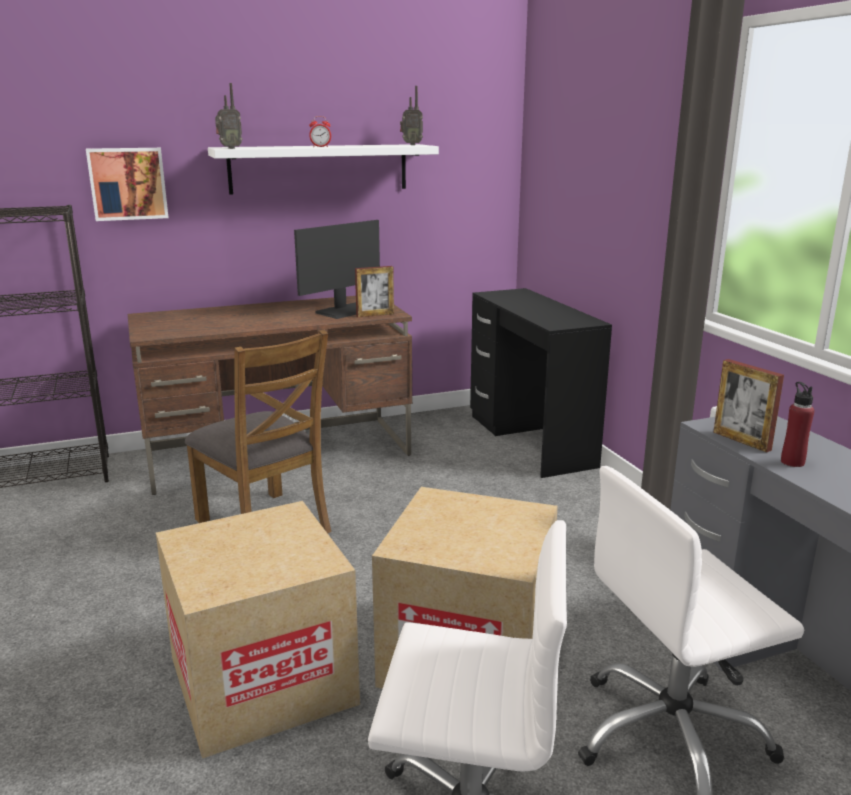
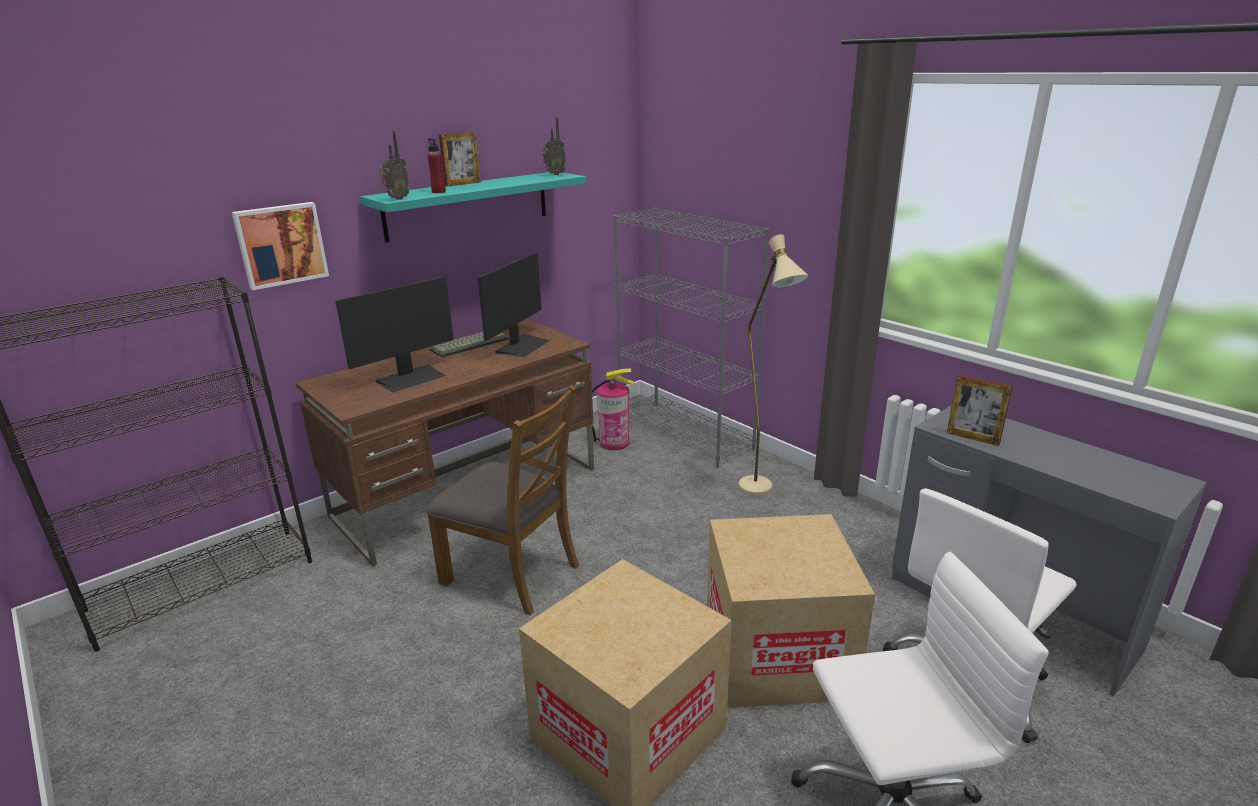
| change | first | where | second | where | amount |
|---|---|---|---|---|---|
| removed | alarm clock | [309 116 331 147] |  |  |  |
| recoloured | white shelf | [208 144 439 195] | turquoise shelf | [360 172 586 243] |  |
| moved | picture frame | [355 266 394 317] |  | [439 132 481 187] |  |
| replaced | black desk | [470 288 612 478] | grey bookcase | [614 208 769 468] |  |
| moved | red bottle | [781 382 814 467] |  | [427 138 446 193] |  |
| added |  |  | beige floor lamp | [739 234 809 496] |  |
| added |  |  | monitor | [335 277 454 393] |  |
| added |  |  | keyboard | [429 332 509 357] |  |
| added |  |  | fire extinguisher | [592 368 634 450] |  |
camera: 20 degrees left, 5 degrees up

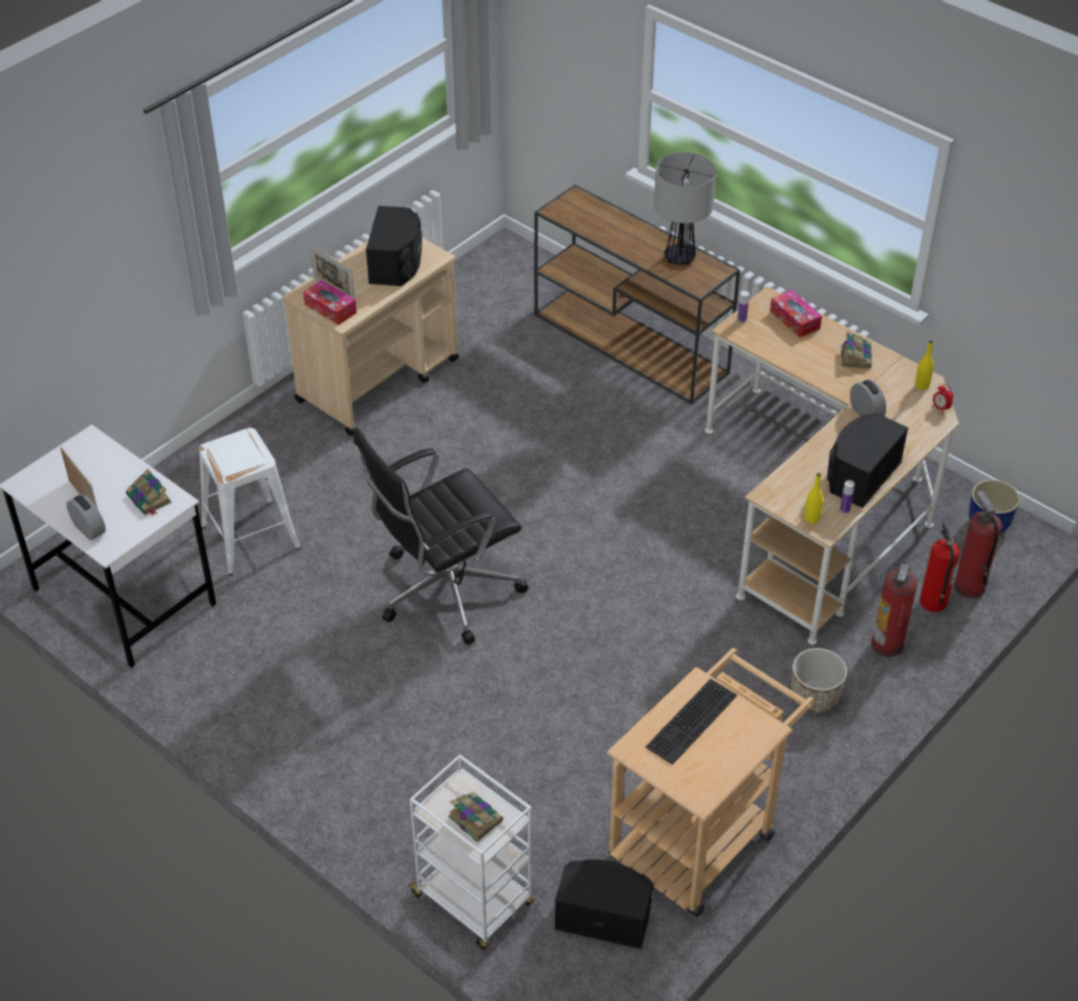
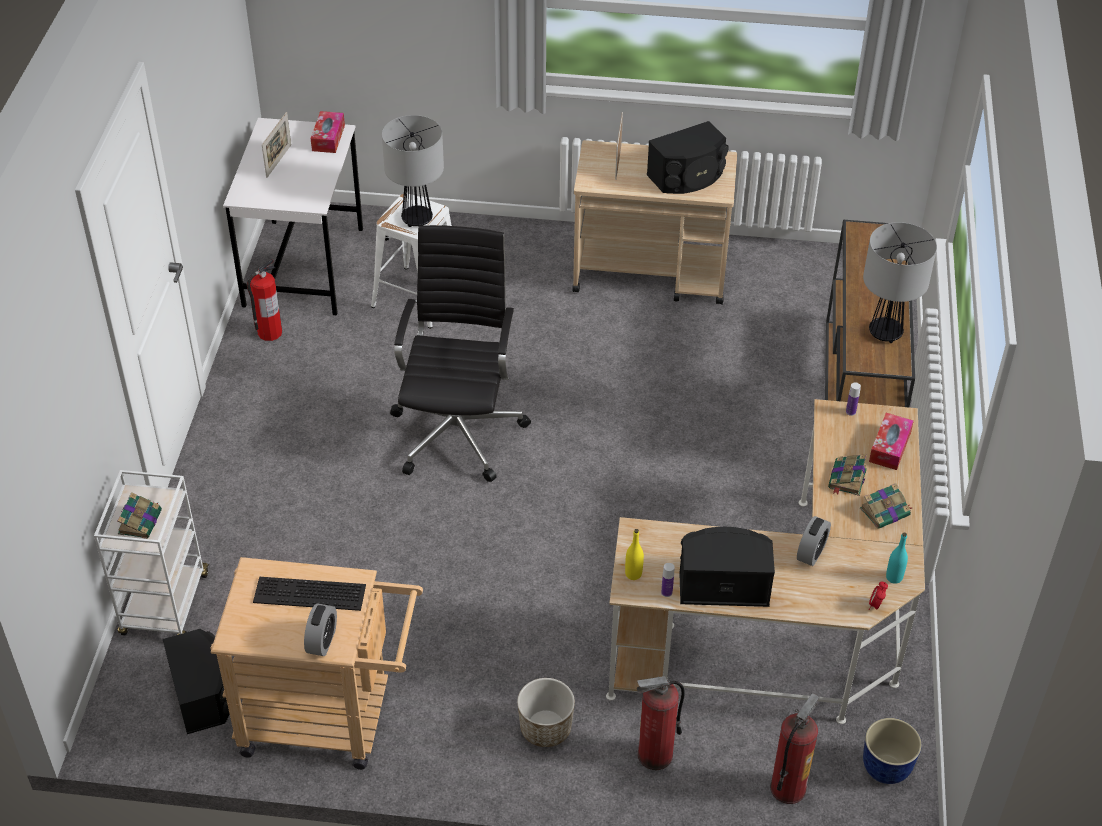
| change | first | where | second | where | amount |
|---|---|---|---|---|---|
| moved | tissue box | [303 280 357 325] |  | [311 111 345 153] |  |
| recoloured | yellow bottle | [915 340 934 390] | turquoise bottle | [886 532 908 584] |  |
| turned | black office chair | [353 428 528 645] |  | [390 225 531 482] | 75 degrees clockwise |
| moved | book | [126 469 172 515] |  | [828 454 867 496] |  |
| moved | alarm clock | [66 494 106 540] |  | [304 603 337 656] |  |
| moved | fire extinguisher | [920 523 960 612] |  | [247 259 282 341] |  |
| added |  |  | table lamp | [382 115 444 227] |  |
camera: 55 degrees right, 0 degrees up

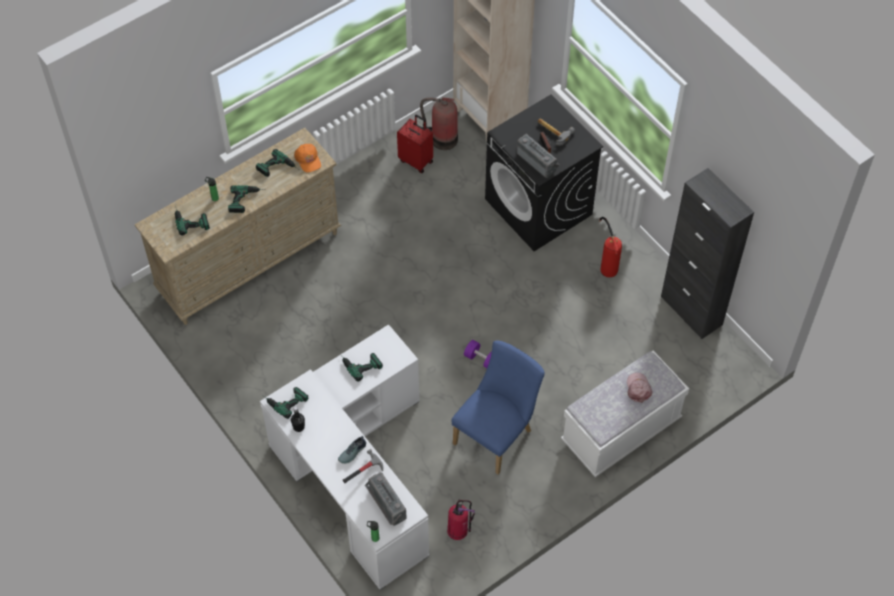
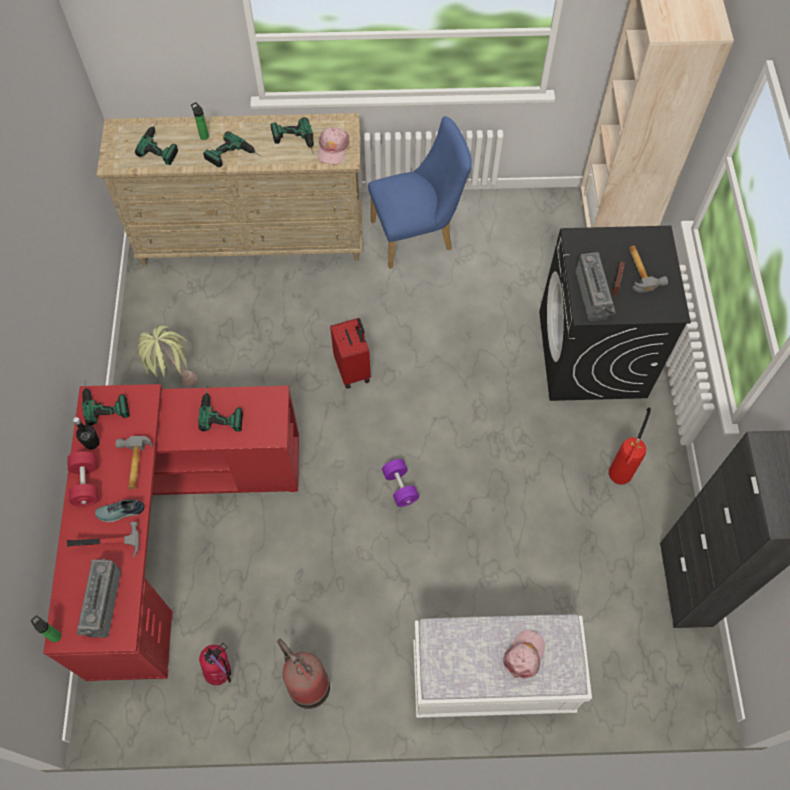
| change | first | where | second | where | amount |
|---|---|---|---|---|---|
| moved | fire extinguisher | [420 97 458 150] |  | [277 639 330 709] |  |
| moved | red suitcase | [397 114 433 173] |  | [330 318 371 389] |  |
| recoloured | orange cap | [294 144 321 173] | pink cap | [318 127 349 165] |  |
| recoloured | white desk | [260 324 429 590] | red desk | [43 384 299 681] |  |
| moved | blue chair | [451 341 545 474] |  | [368 116 472 269] |  |
| added |  |  | potted plant | [137 326 198 386] |  |
| added |  |  | hammer | [116 436 153 489] |  |
| added |  |  | red dumbbell | [67 451 98 506] |  |
camera: 35 degrees right, 5 degrees up

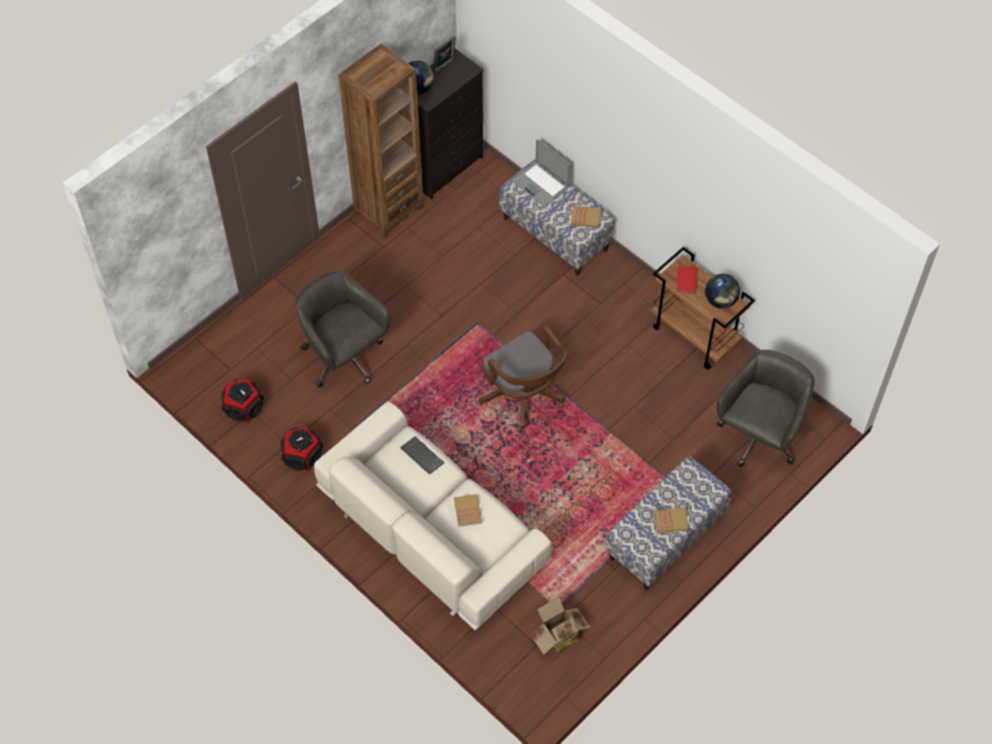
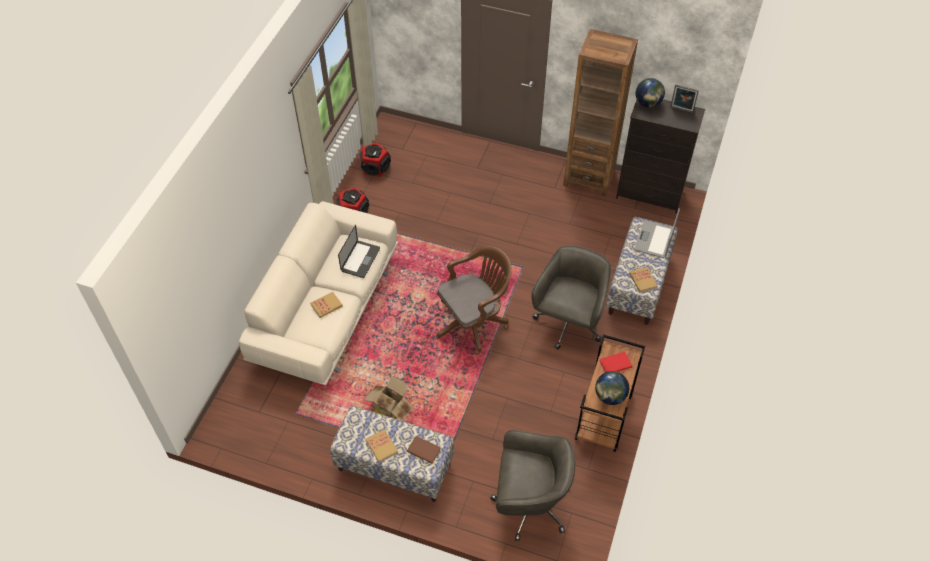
| change | first | where | second | where | amount |
|---|---|---|---|---|---|
| moved | grey office chair | [295 271 390 387] |  | [531 245 611 350] |  |
| turned | brown office chair | [478 325 567 431] |  | [436 246 512 355] | 150 degrees counterclockwise |
| replaced | keyboard | [400 436 444 475] | laptop | [338 225 380 278] |  |
| moved | cardboard box | [531 597 591 655] |  | [364 375 414 421] |  |
| added |  |  | brown book | [407 436 441 464] |  |
camera: 65 degrees right, 5 degrees down

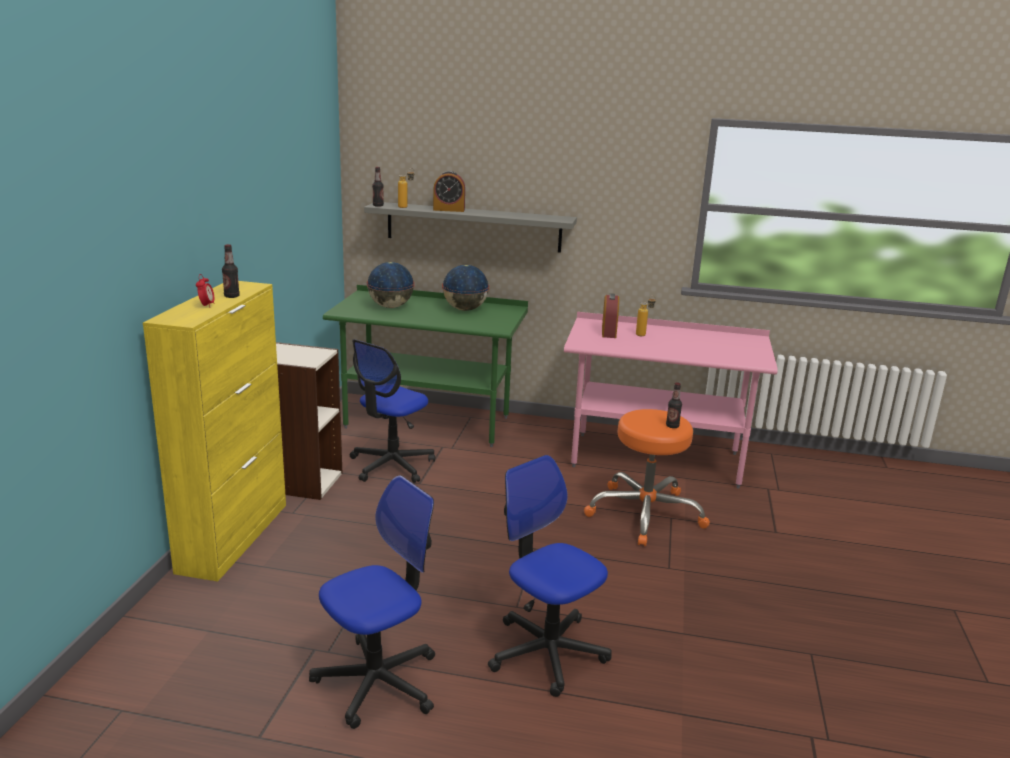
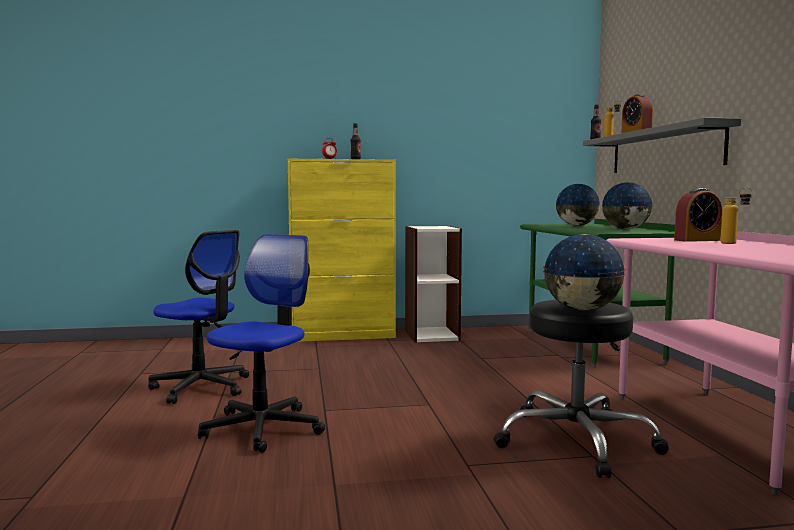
| change | first | where | second | where | amount |
|---|---|---|---|---|---|
| removed | office chair | [350 339 435 483] |  |  |  |
| replaced | bottle | [666 382 682 428] | globe | [543 234 626 311] |  |
| recoloured | orange stool | [584 409 710 546] | black stool | [494 300 669 478] |  |
camera: 70 degrees right, 15 degrees down

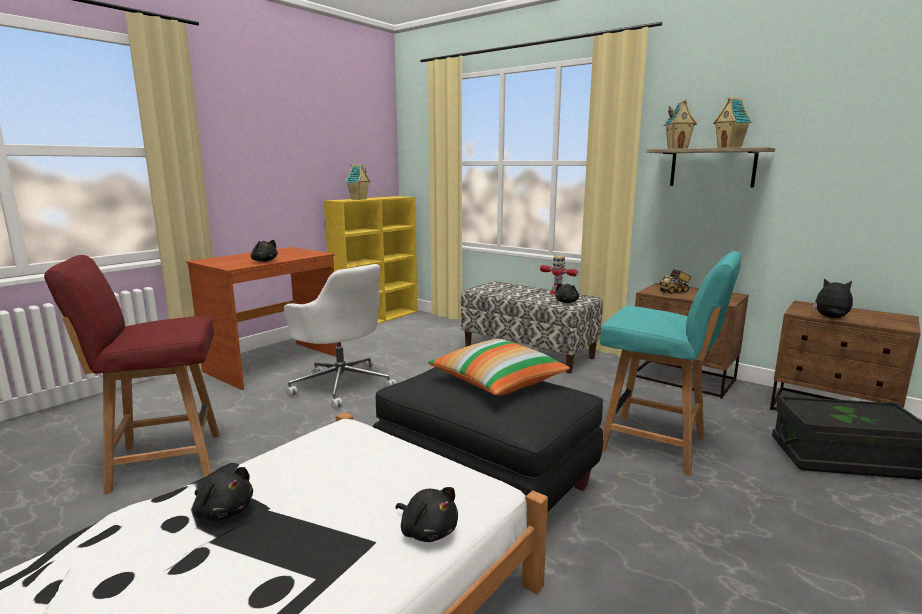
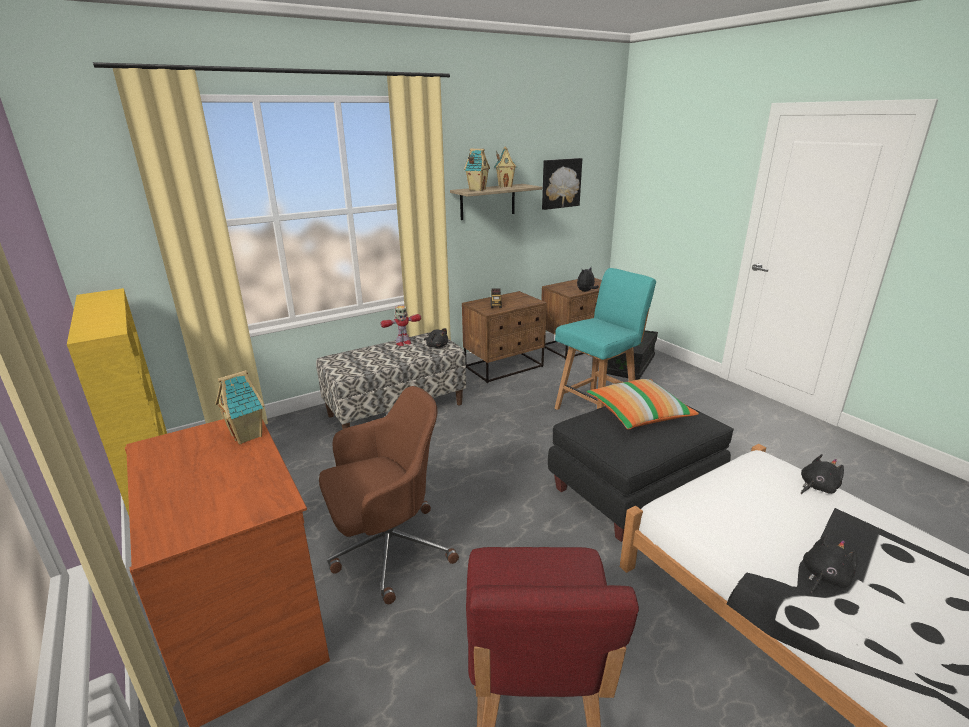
| change | first | where | second | where | amount |
|---|---|---|---|---|---|
| moved | toy house | [345 164 370 200] |  | [215 370 265 444] |  |
| removed | black plush toy | [251 240 278 262] |  |  |  |
| recoloured | white office chair | [284 264 397 409] | brown office chair | [319 386 459 604] |  |
| added |  |  | picture | [542 158 582 210] |  |
camera: 70 degrees left, 10 degrees up

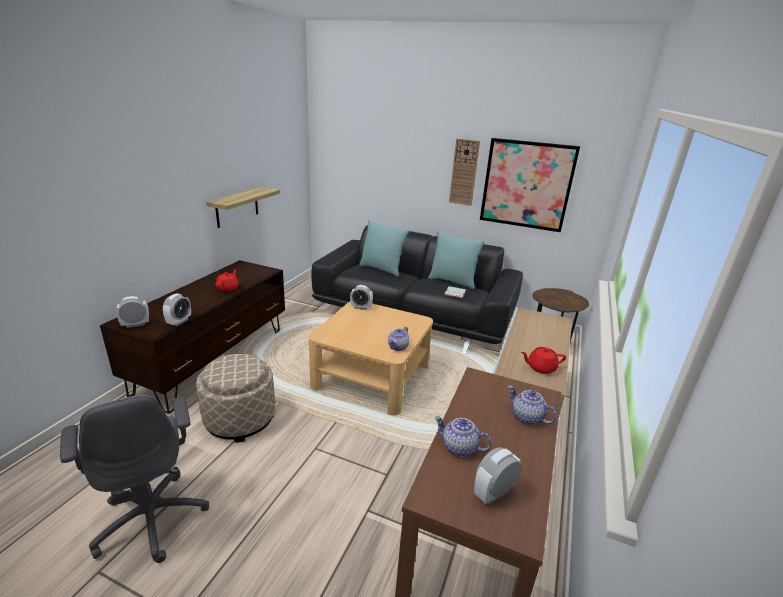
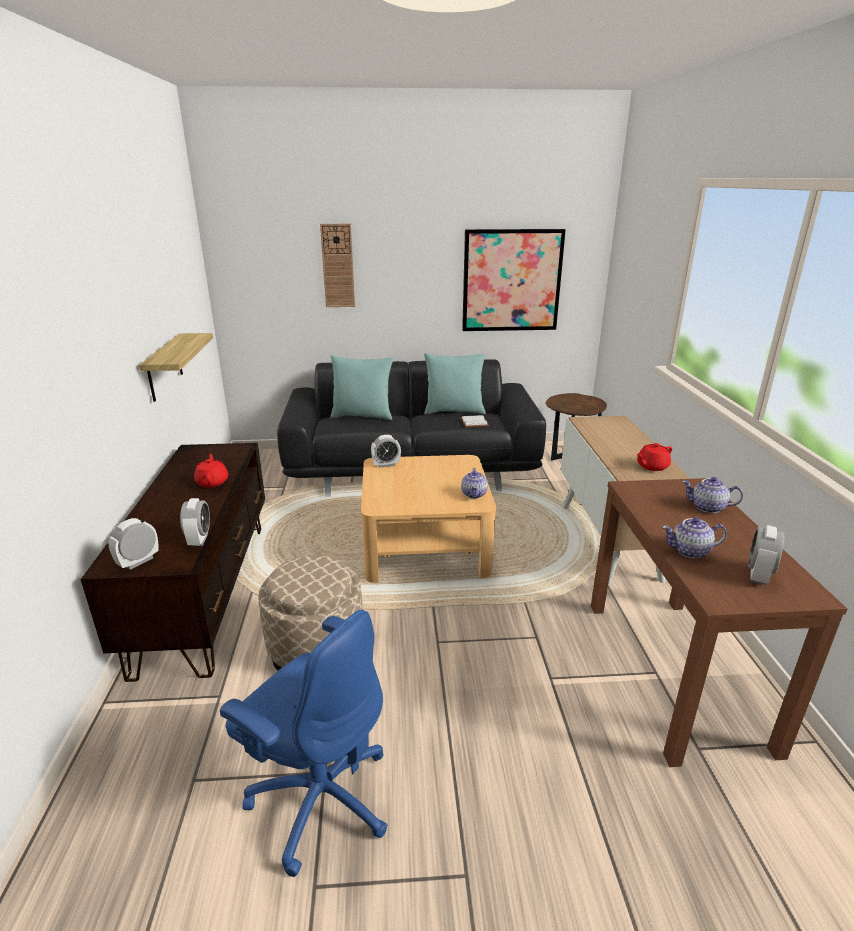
| change | first | where | second | where | amount |
|---|---|---|---|---|---|
| moved | wall clock | [449 139 480 206] |  | [320 224 355 307] |  |
| recoloured | grey office chair | [60 395 209 563] | blue office chair | [220 610 388 877] |  |
camera: 25 degrees left, 0 degrees up

